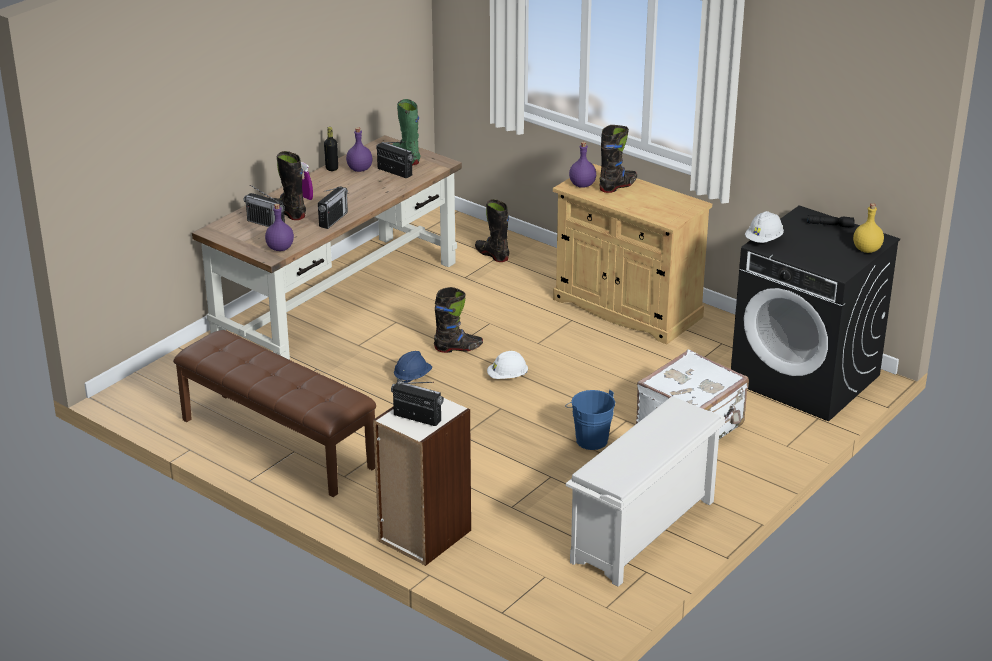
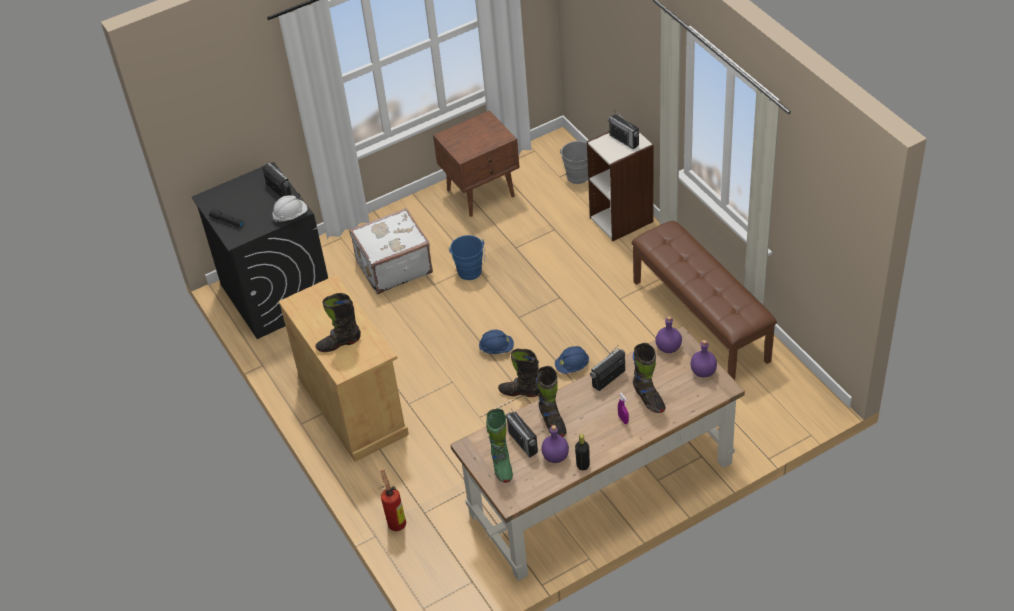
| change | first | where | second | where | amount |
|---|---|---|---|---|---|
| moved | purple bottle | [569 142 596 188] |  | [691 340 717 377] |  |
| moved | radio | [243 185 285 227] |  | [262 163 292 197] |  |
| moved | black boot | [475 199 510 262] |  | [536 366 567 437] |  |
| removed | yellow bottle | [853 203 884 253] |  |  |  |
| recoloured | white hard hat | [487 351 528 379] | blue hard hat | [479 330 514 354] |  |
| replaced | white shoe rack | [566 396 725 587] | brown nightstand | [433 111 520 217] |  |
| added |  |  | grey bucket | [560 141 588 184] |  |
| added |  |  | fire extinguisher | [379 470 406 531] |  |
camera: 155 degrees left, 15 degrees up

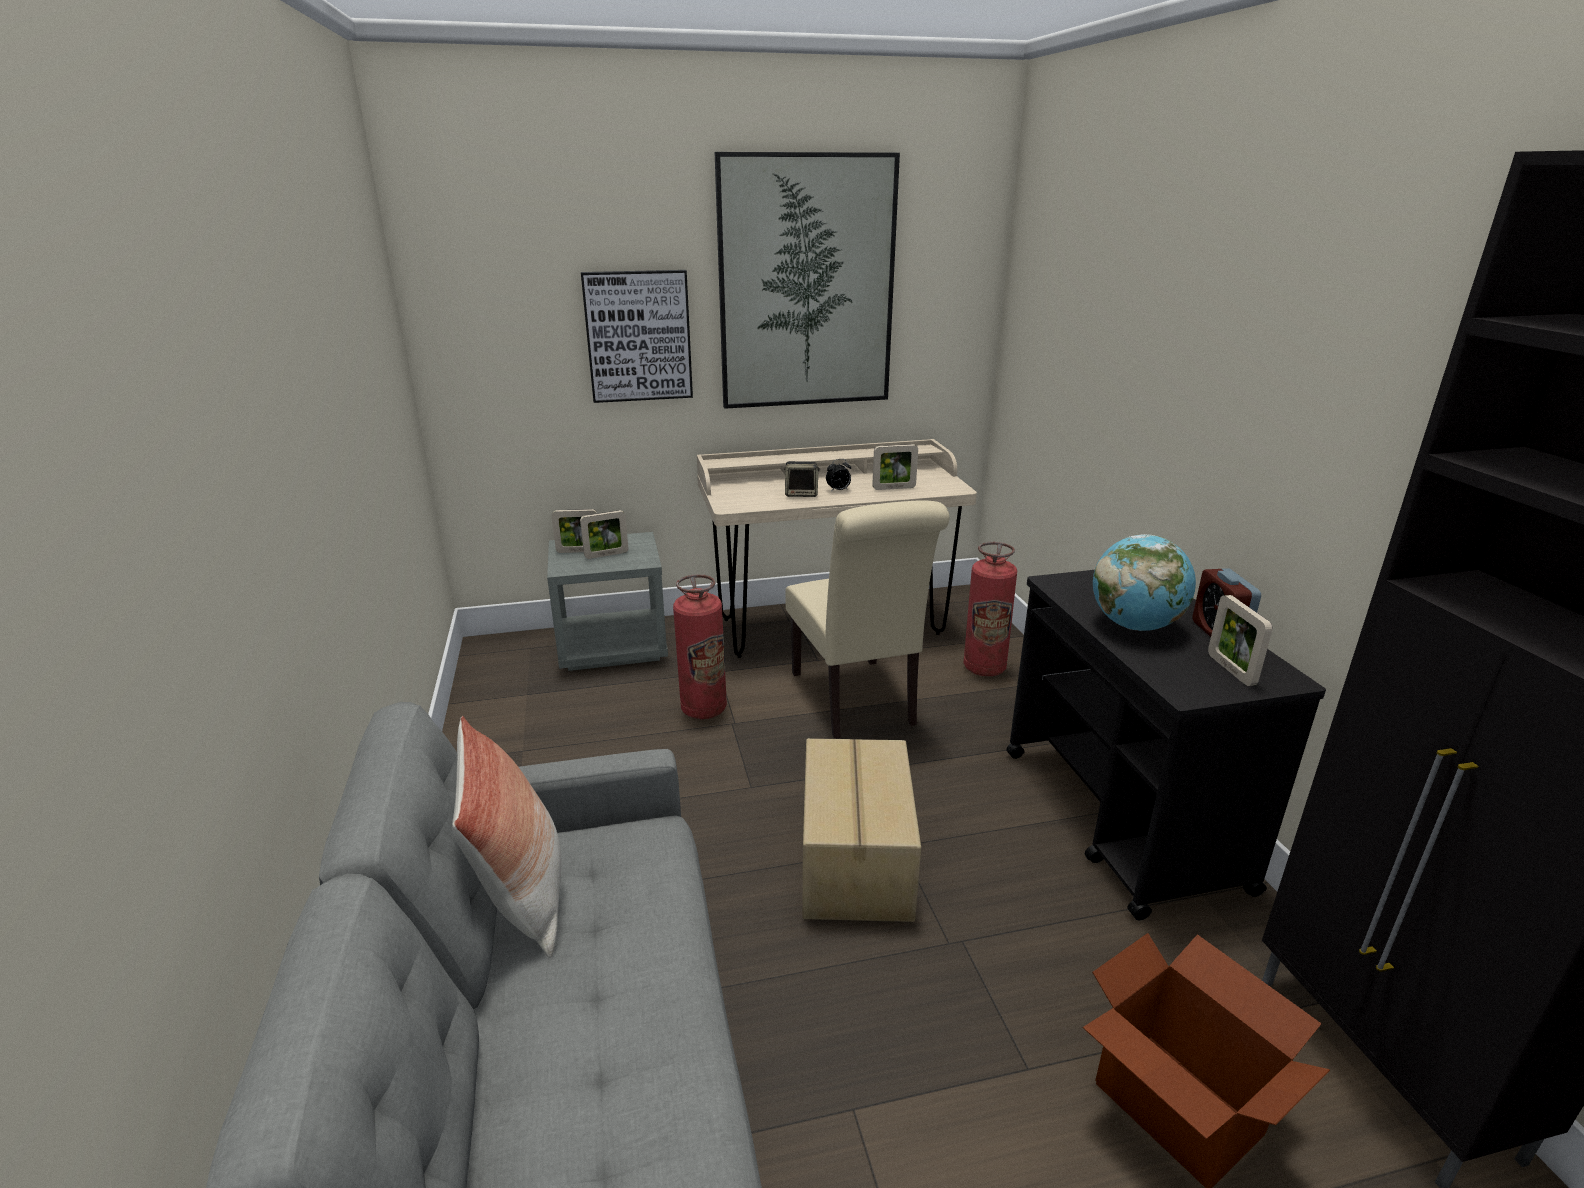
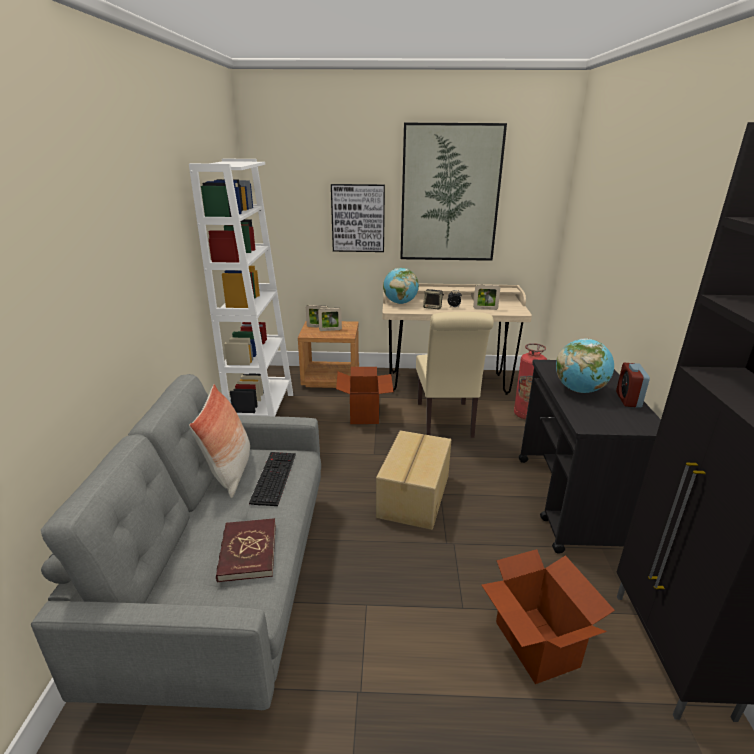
| change | first | where | second | where | amount |
|---|---|---|---|---|---|
| recoloured | grey nightstand | [547 532 668 671] | brown nightstand | [298 321 359 388] |  |
| replaced | fire extinguisher | [673 574 727 719] | cardboard box | [336 367 394 424] |  |
| removed | picture frame | [1208 595 1272 686] |  |  |  |
| added |  |  | white bookcase | [189 159 293 416] |  |
| added |  |  | globe | [383 268 419 304] |  |
| added |  |  | keyboard | [249 452 296 506] |  |
| added |  |  | red book | [216 518 276 582] |  |
camera: 15 degrees right, 0 degrees up

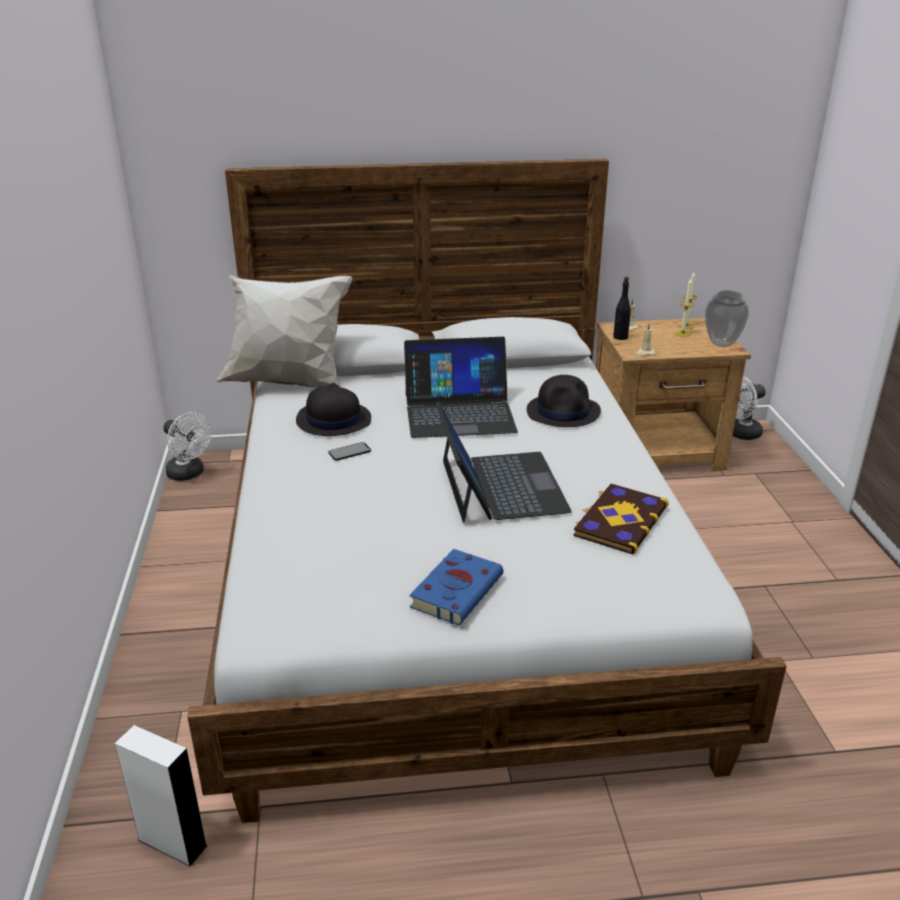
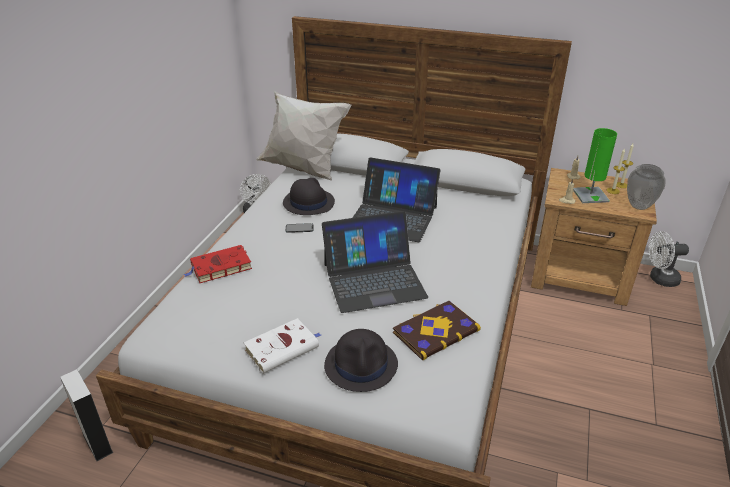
| change | first | where | second | where | amount |
|---|---|---|---|---|---|
| removed | black bottle | [613 277 631 340] |  |  |  |
| moved | black hat | [527 375 601 427] |  | [324 329 398 392] |  |
| turned | laptop | [436 402 572 523] |  | [322 211 428 313] | 60 degrees clockwise |
| recoloured | blue book | [409 549 503 625] | white book | [244 318 321 373] |  |
| added |  |  | green table lamp | [573 128 617 203] |  |
| added |  |  | red book | [183 245 252 283] |  |
camera: 25 degrees right, 5 degrees up

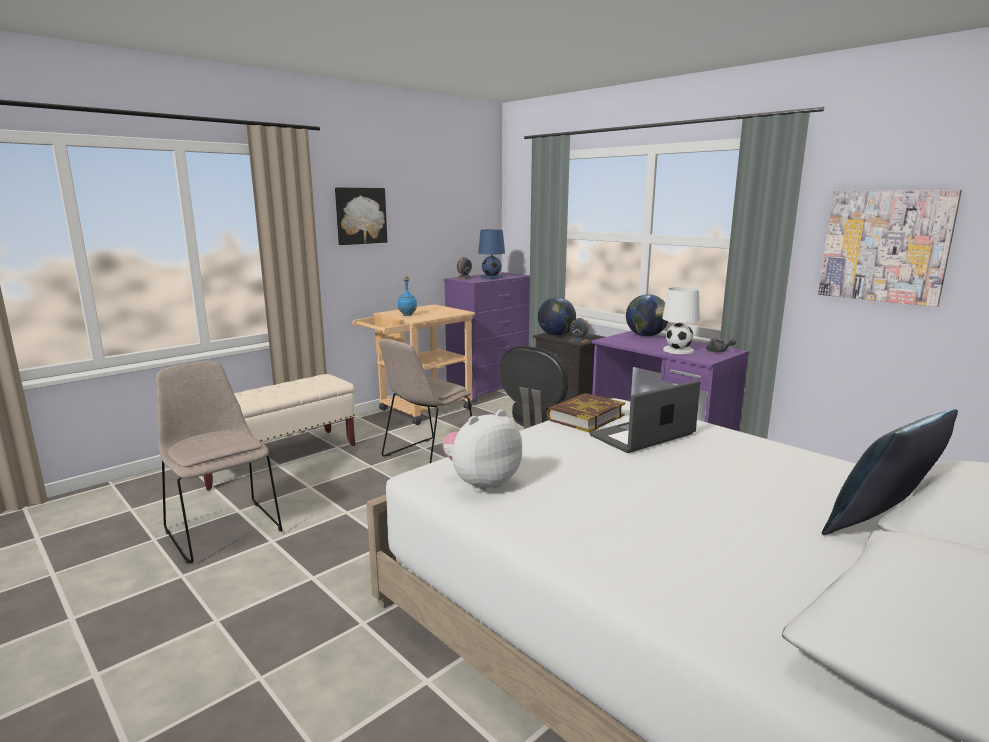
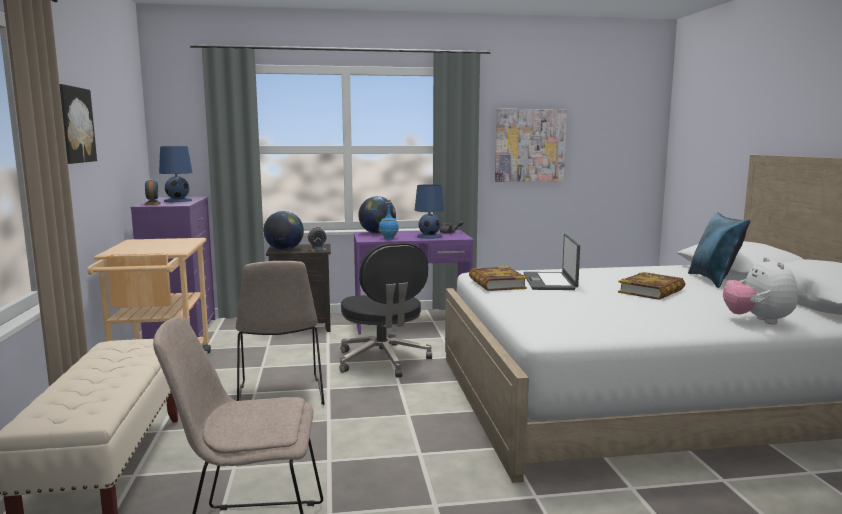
| change | first | where | second | where | amount |
|---|---|---|---|---|---|
| moved | blue bottle | [397 276 417 316] |  | [379 200 399 239] |  |
| recoloured | white table lamp | [662 287 700 354] | blue table lamp | [415 184 444 239] |  |
| moved | plush toy | [442 410 522 492] |  | [723 257 798 324] |  |
| added |  |  | book | [618 272 685 300] |  |
camera: 55 degrees left, 5 degrees down

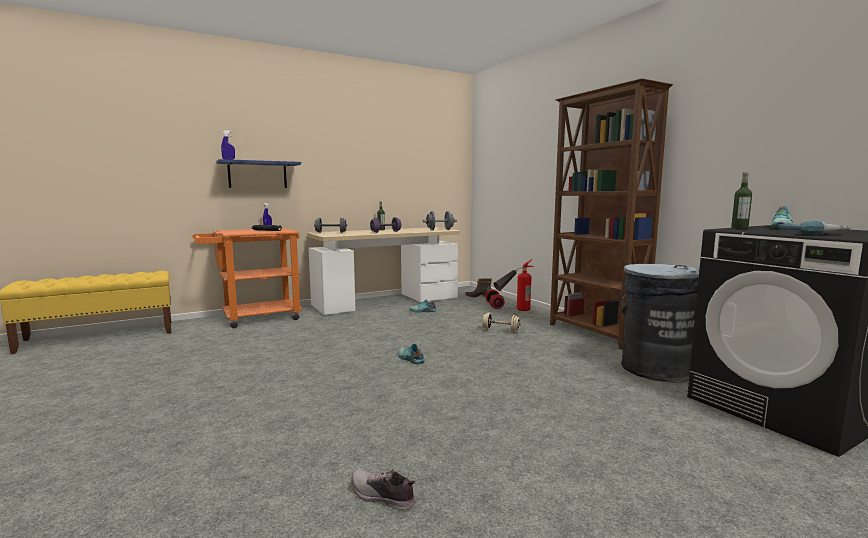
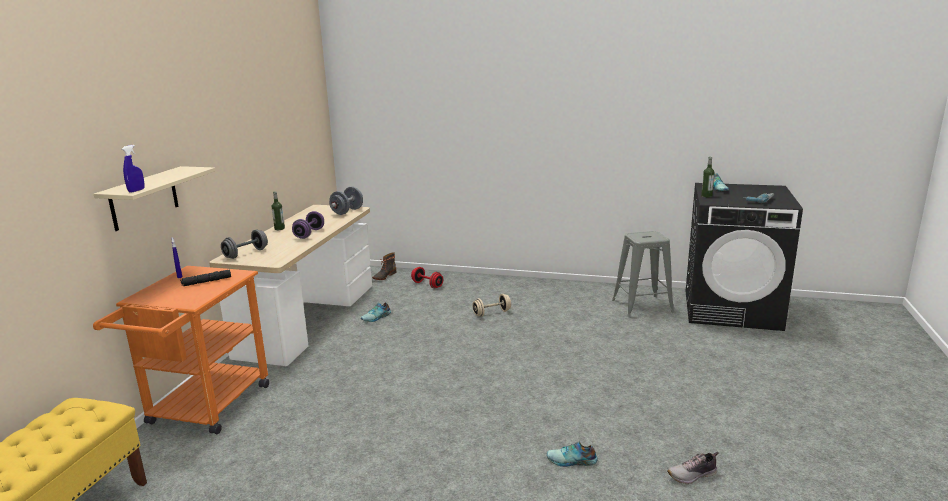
| change | first | where | second | where | amount |
|---|---|---|---|---|---|
| removed | brown bookcase | [550 78 673 350] |  |  |  |
| recoloured | blue shelf | [216 159 301 188] | beige shelf | [94 166 215 231] |  |
| removed | fire extinguisher | [494 259 534 311] |  |  |  |
| replaced | grey trash can | [620 264 700 383] | grey stool | [612 231 674 318] |  |
| moved | shoe | [398 344 425 364] |  | [547 441 597 467] |  |
camera: 45 degrees left, 10 degrees up

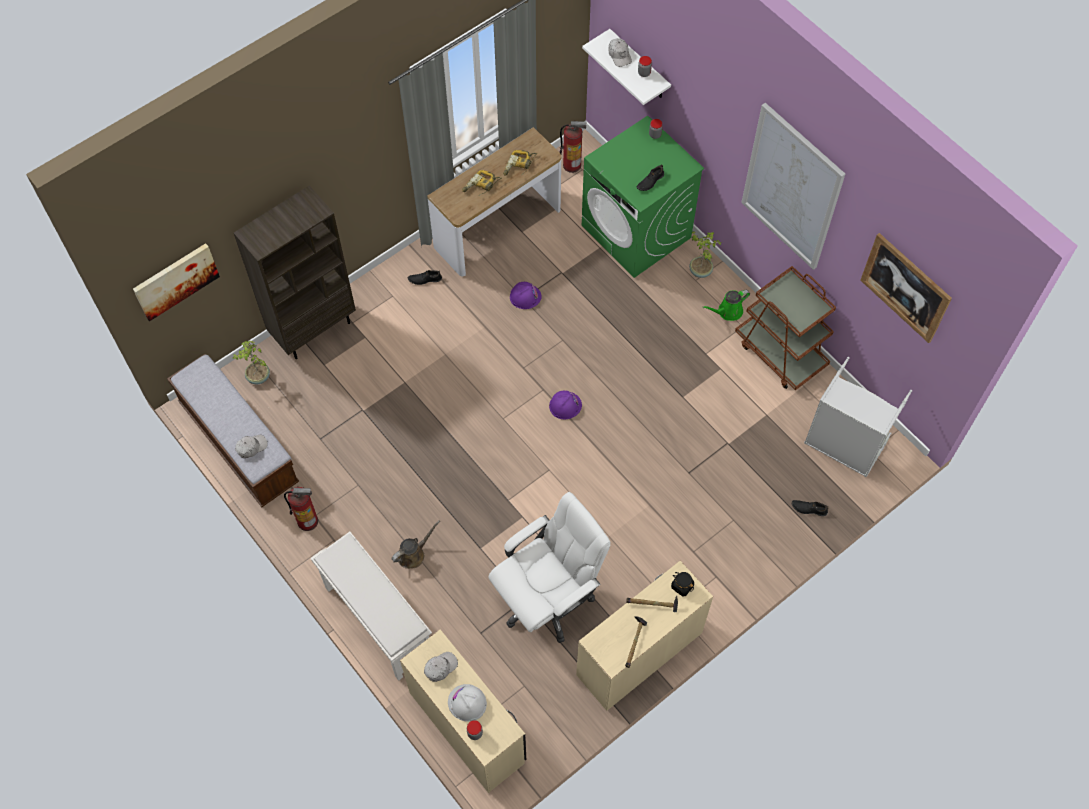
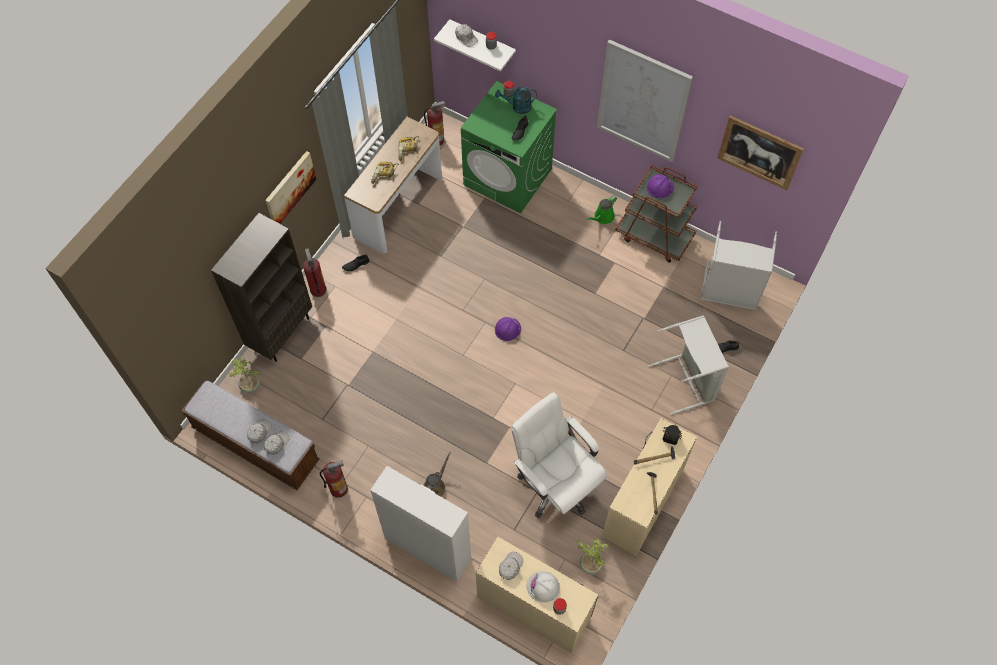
| change | first | where | second | where | amount |
|---|---|---|---|---|---|
| moved | potted plant | [689 231 721 278] |  | [577 538 609 575] |  |
| moved | picture | [133 243 220 321] |  | [265 151 316 224] |  |
| moved | purple hard hat | [510 282 542 309] |  | [647 174 674 198] |  |
| turned | white office chair | [488 492 611 643] |  | [511 392 607 518] | 75 degrees counterclockwise |
| replaced | white shoe rack | [311 532 432 681] | white cabinet | [370 466 471 582] |  |
| added |  |  | turquoise watering can | [495 87 537 114] |  |
| added |  |  | fire extinguisher | [303 248 327 297] |  |
| added |  |  | grey laundry basket | [648 315 729 415] |  |
| added |  |  | white cap | [247 419 272 443] |  |
camera: 20 degrees left, 0 degrees up

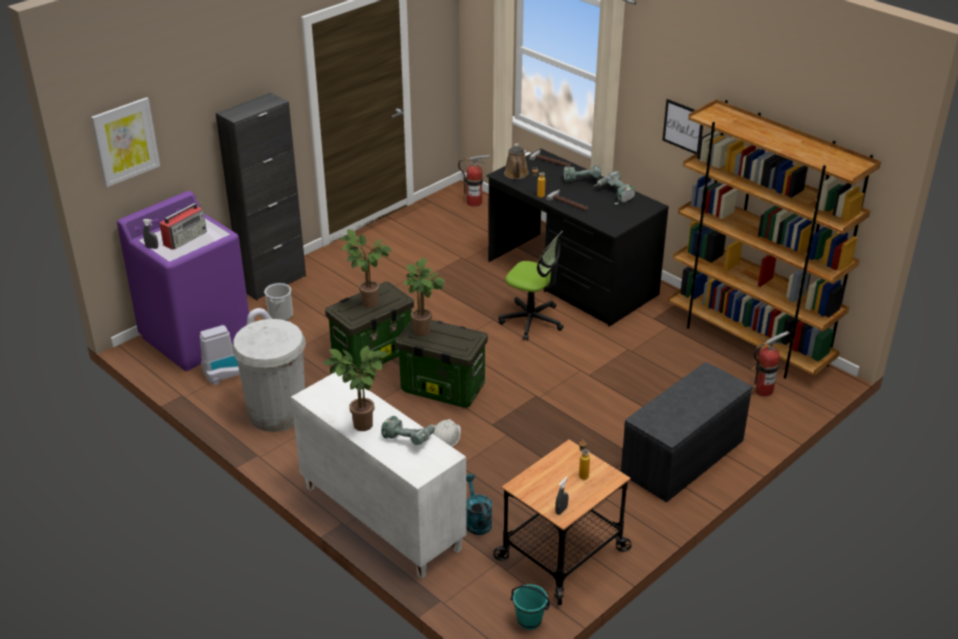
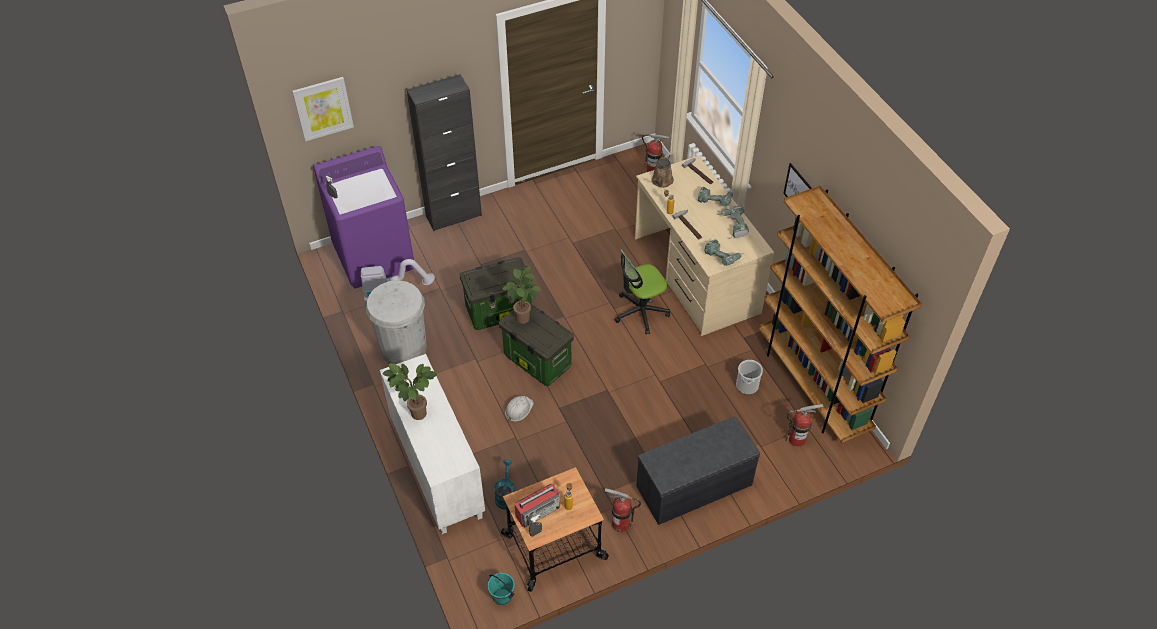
| change | first | where | second | where | amount |
|---|---|---|---|---|---|
| recoloured | black desk | [487 149 669 327] | beige desk | [635 155 774 336] |  |
| moved | radio | [160 203 207 250] |  | [515 484 560 527] |  |
| removed | potted plant | [340 229 392 308] |  |  |  |
| turned | office chair | [499 231 564 340] |  | [614 249 670 334] | 105 degrees clockwise |
| moved | bucket | [264 283 293 321] |  | [736 360 763 394] |  |
| moved | power drill | [381 416 437 445] |  | [704 240 744 266] |  |
| added |  |  | fire extinguisher | [605 488 641 532] |  |
camera: 20 degrees right, 15 degrees up

